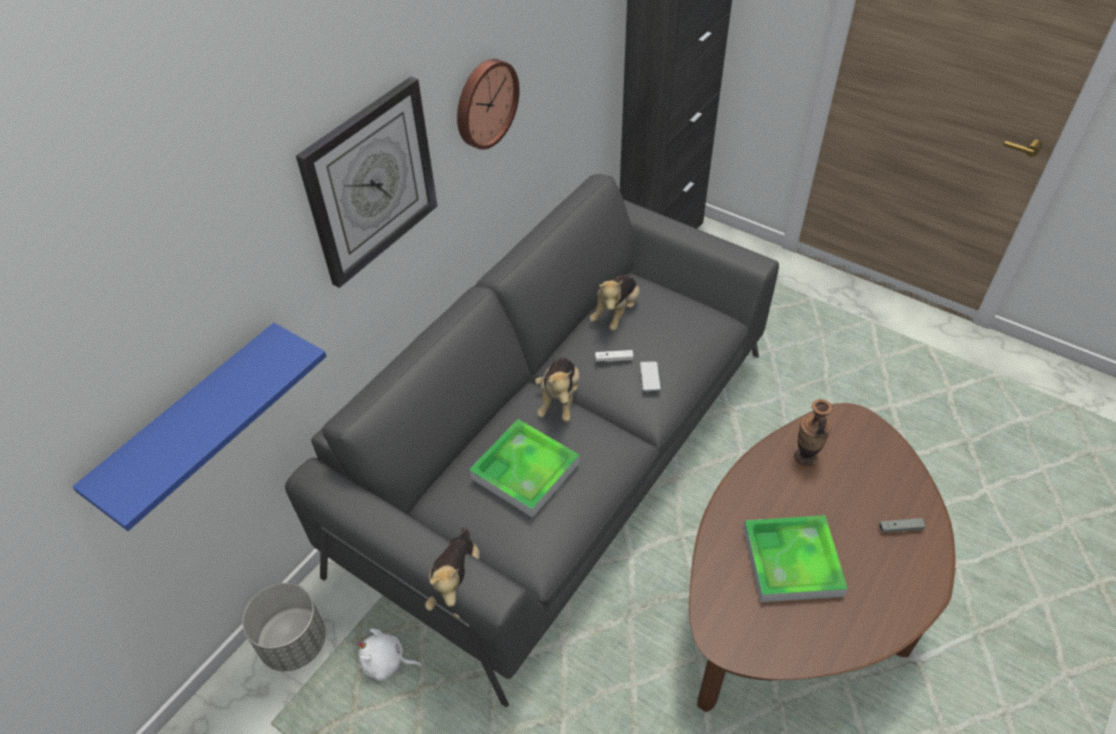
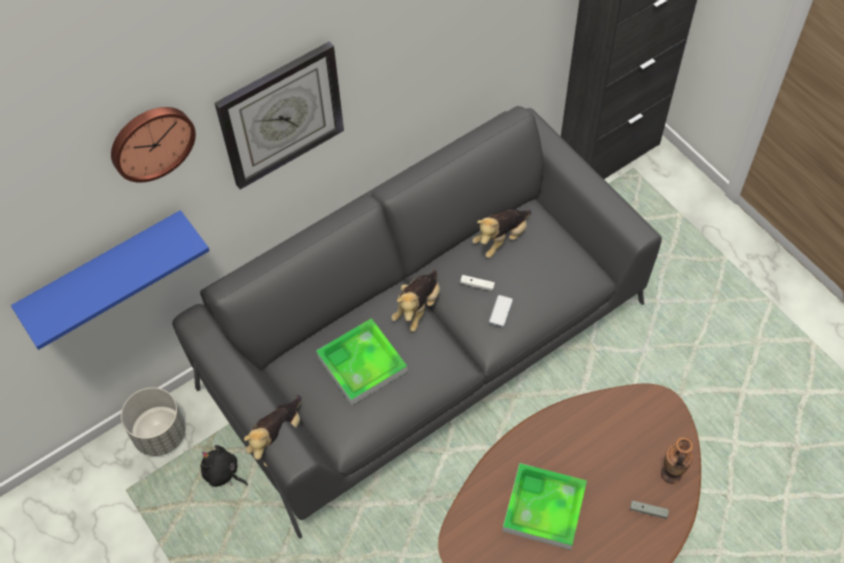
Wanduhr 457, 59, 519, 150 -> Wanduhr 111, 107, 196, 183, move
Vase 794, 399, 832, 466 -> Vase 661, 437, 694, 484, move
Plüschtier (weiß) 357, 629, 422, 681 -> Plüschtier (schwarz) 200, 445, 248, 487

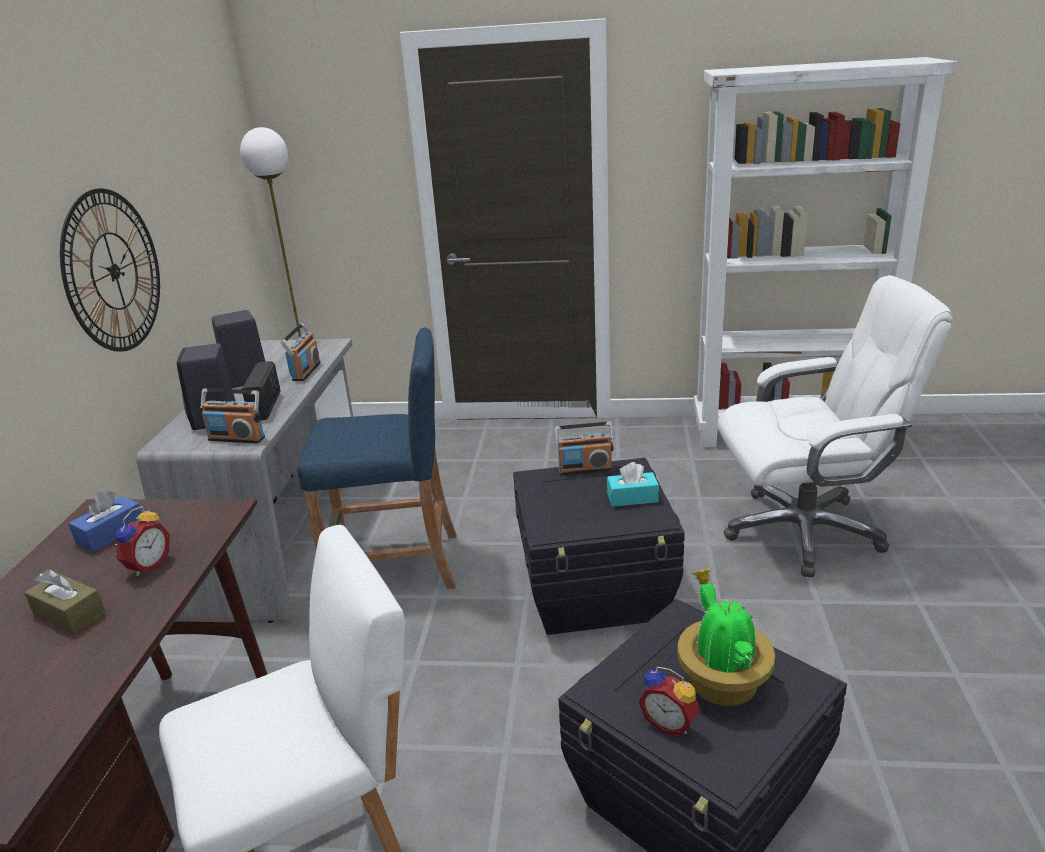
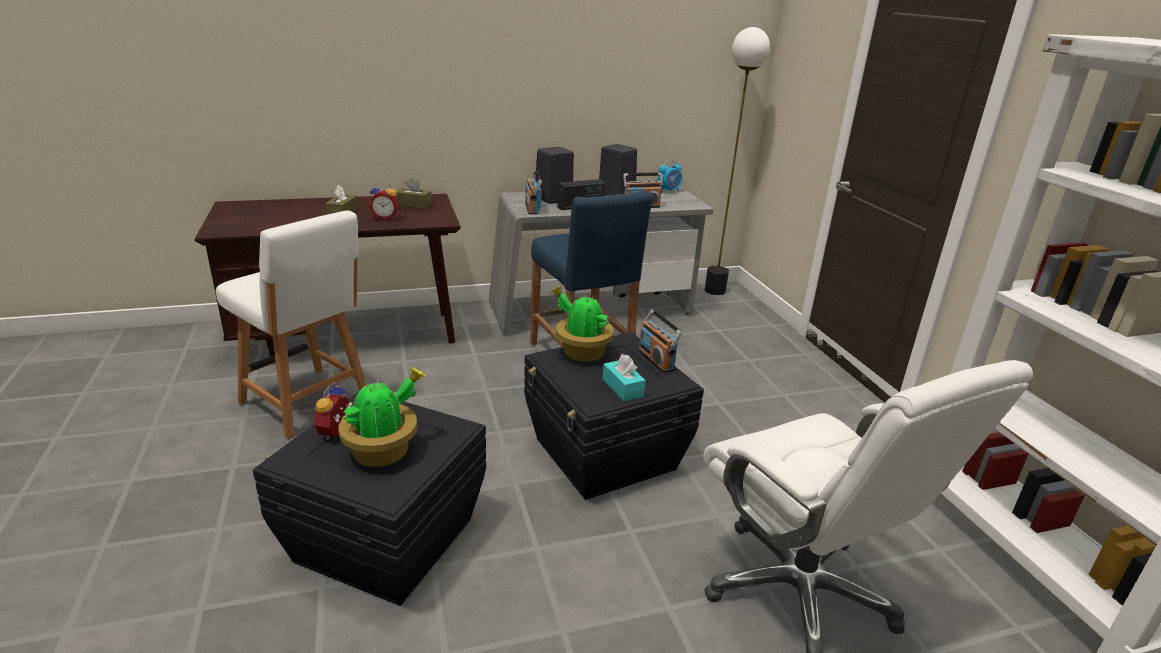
Wanduhr 60, 188, 160, 352 -> none
none -> Topfpflanze 550, 285, 614, 362
none -> Wecker 658, 160, 682, 193
Taschentuchbox (blau) 68, 491, 142, 553 -> Taschentuchbox (braun) 396, 178, 432, 209

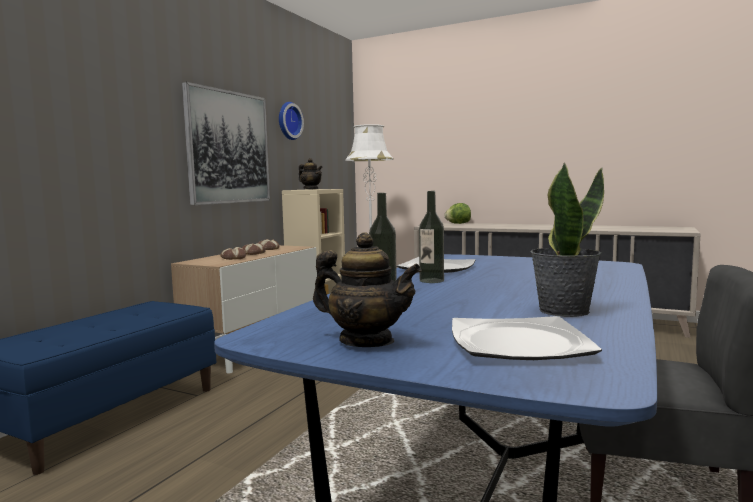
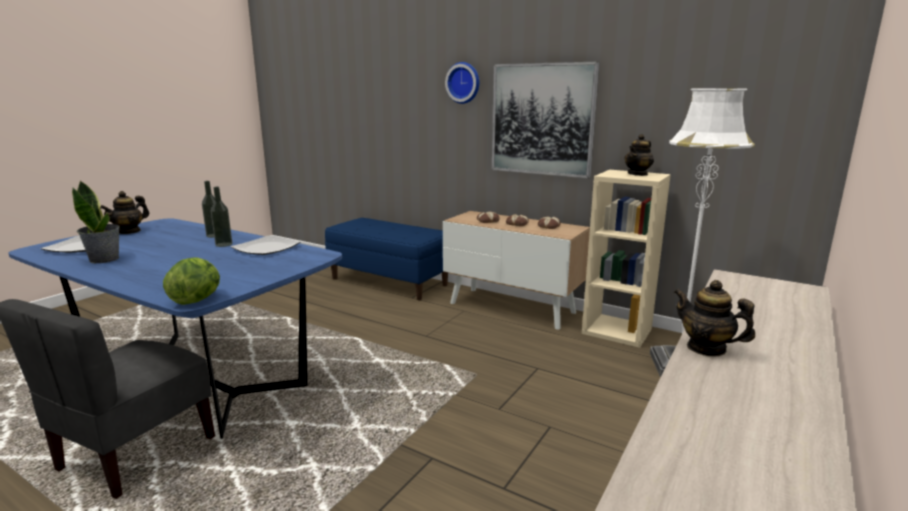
none -> Teekanne 674, 280, 755, 357
Wanduhr 279, 102, 304, 140 -> Wanduhr 445, 62, 479, 104, move
Salatkopf 445, 203, 471, 224 -> Salatkopf 163, 257, 220, 305, move

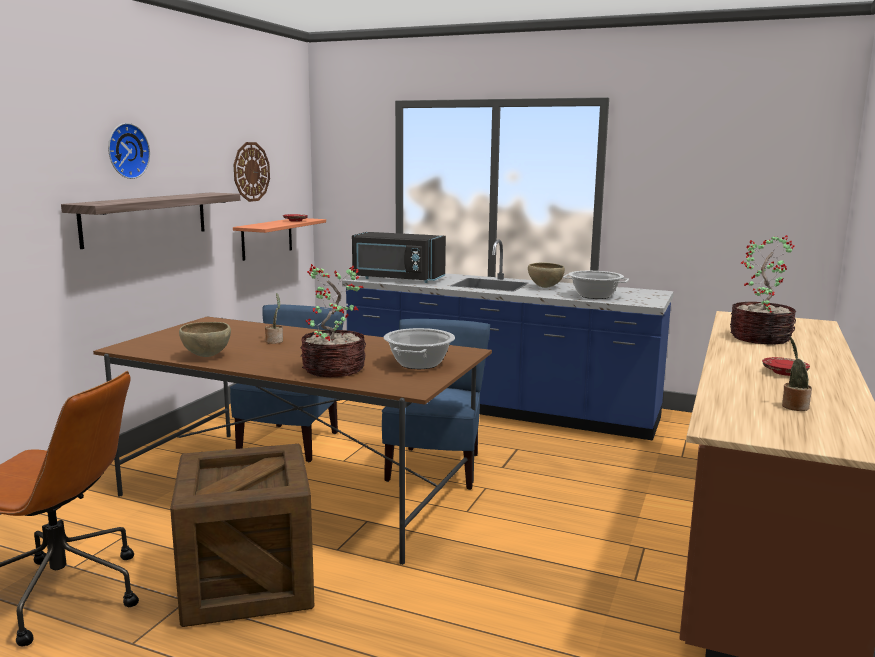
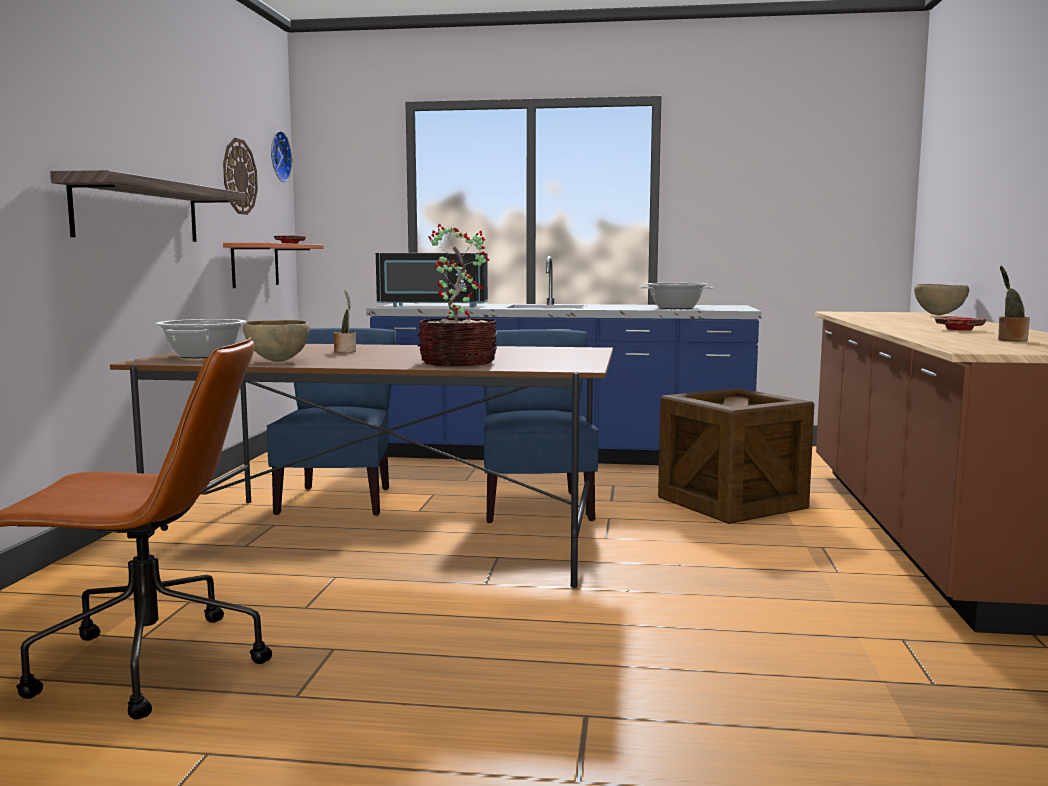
Topfpflanze 730, 235, 796, 345 -> none
Wanduhr 108, 123, 150, 179 -> Wanduhr 271, 131, 292, 182, move
Kiste 170, 444, 314, 627 -> Kiste 658, 388, 814, 524, move
Kochtopf 384, 328, 455, 369 -> Kochtopf 155, 319, 246, 358, move
Schüssel (braun) 528, 263, 565, 288 -> Schüssel (braun) 914, 284, 969, 315, move

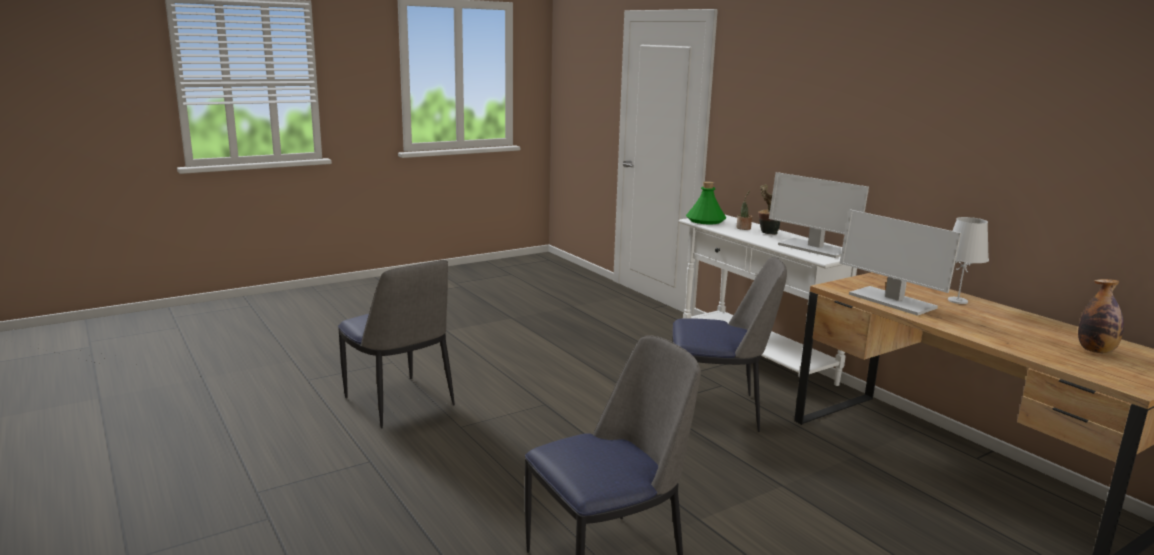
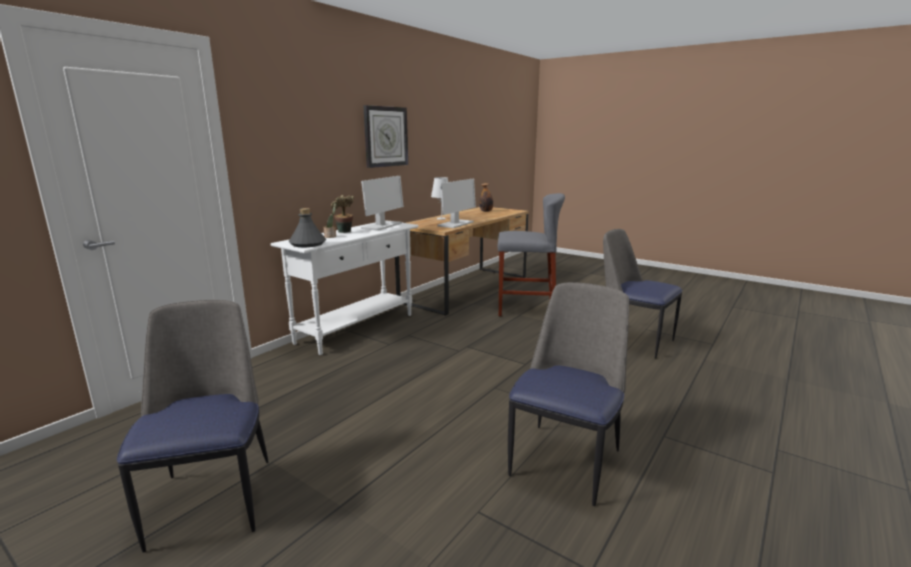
none -> Wanduhr 363, 105, 408, 168
none -> Hocker (grau) 498, 193, 565, 316
Stuhl 672, 257, 787, 432 -> Stuhl 117, 300, 269, 553, move
Flasche (grün) 686, 181, 726, 224 -> Flasche (grau) 289, 208, 326, 247

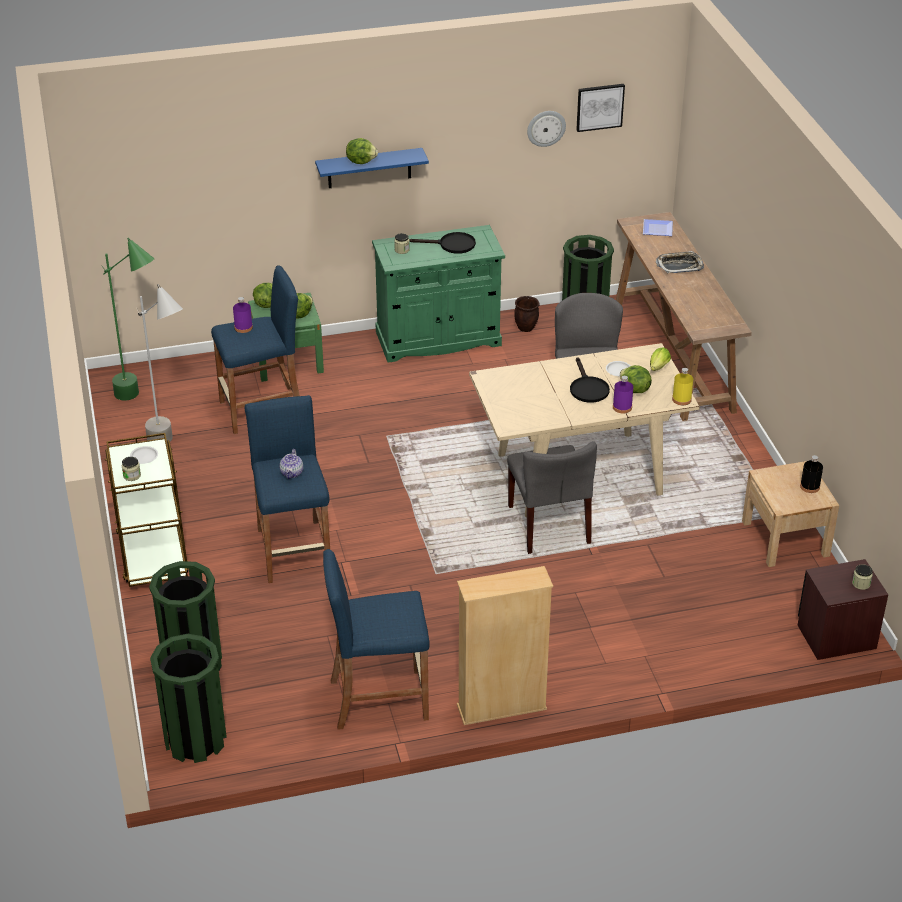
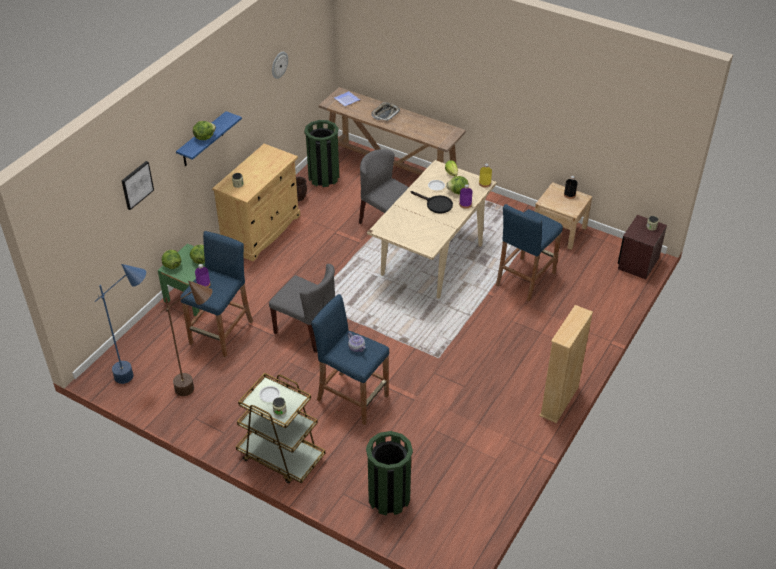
Mülleimer (grün) 150, 634, 227, 763 -> none
Pfanne (schwarz) 409, 232, 476, 254 -> none
Hocker (blau) 323, 549, 429, 730 -> Hocker (blau) 496, 204, 563, 301, move
Stuhl (grau) 507, 441, 597, 554 -> Stuhl (grau) 269, 264, 335, 353, move
Bild 576, 84, 625, 132 -> Bild 122, 161, 154, 210, move
Stehlampe (grün) 102, 238, 155, 401 -> Stehlampe (blau) 95, 264, 146, 384
Stehlampe (grau) 136, 284, 183, 444 -> Stehlampe (braun) 160, 281, 212, 396
Schrank (grün) 372, 225, 505, 363 -> Schrank (beige) 212, 144, 300, 261

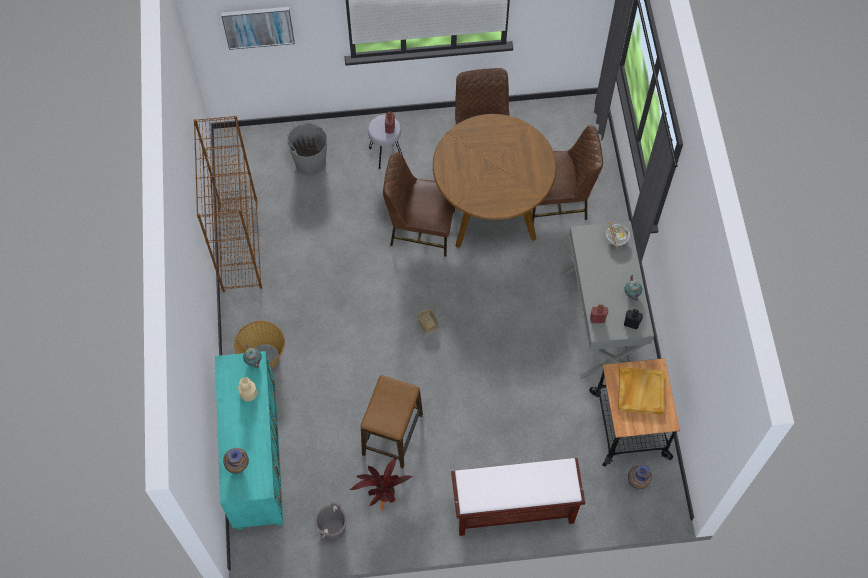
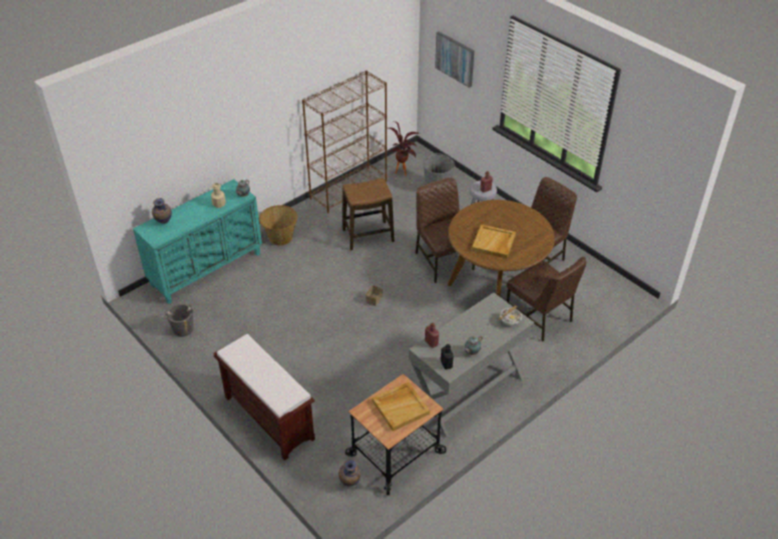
none -> Tablett (beige) 472, 225, 516, 259
Topfpflanze 350, 458, 412, 510 -> Topfpflanze 388, 121, 420, 176, move
Hocker 360, 375, 423, 468 -> Hocker 343, 178, 394, 250, move

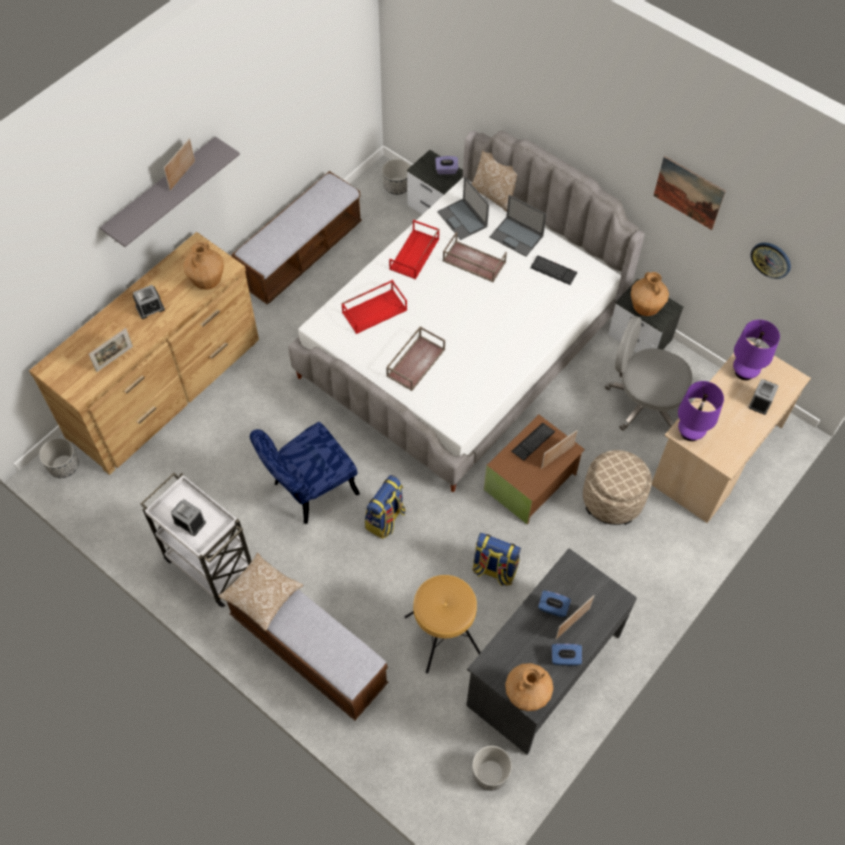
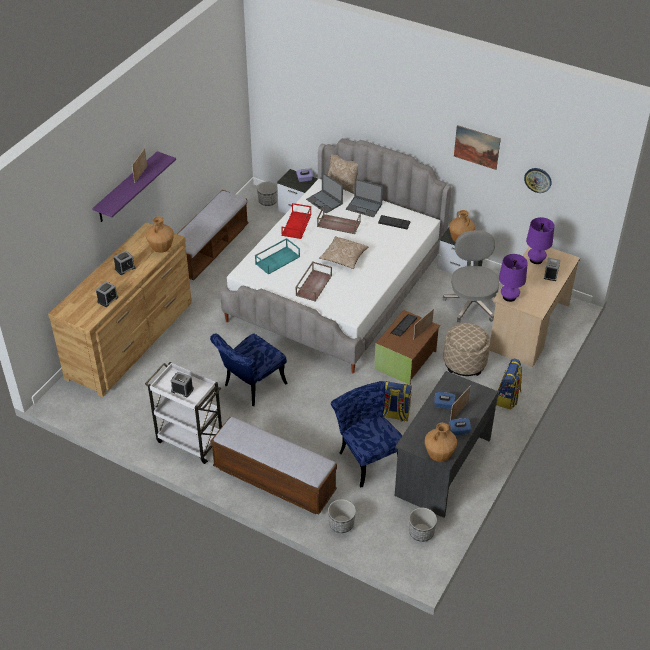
Pflanzkübel 39, 438, 79, 478 -> Pflanzkübel 328, 499, 356, 533, move
Kissen 218, 553, 303, 631 -> Kissen 319, 236, 369, 269, move
Rucksack 365, 475, 405, 539 -> Rucksack 496, 359, 522, 409, move
Bilderrahmen 89, 328, 133, 372 -> Wecker 96, 281, 118, 307
Hocker (braun) 405, 575, 481, 673 -> Stuhl (blau) 331, 381, 402, 488
Wandregal (grau) 100, 137, 240, 247 -> Wandregal (lila) 92, 151, 176, 222
Tablett (rot) 341, 280, 407, 334 -> Tablett (türkis) 255, 238, 300, 275
Bürostuhl (grau) 605, 316, 692, 431 -> Bürostuhl (grau) 442, 231, 499, 322, 75 degrees clockwise

